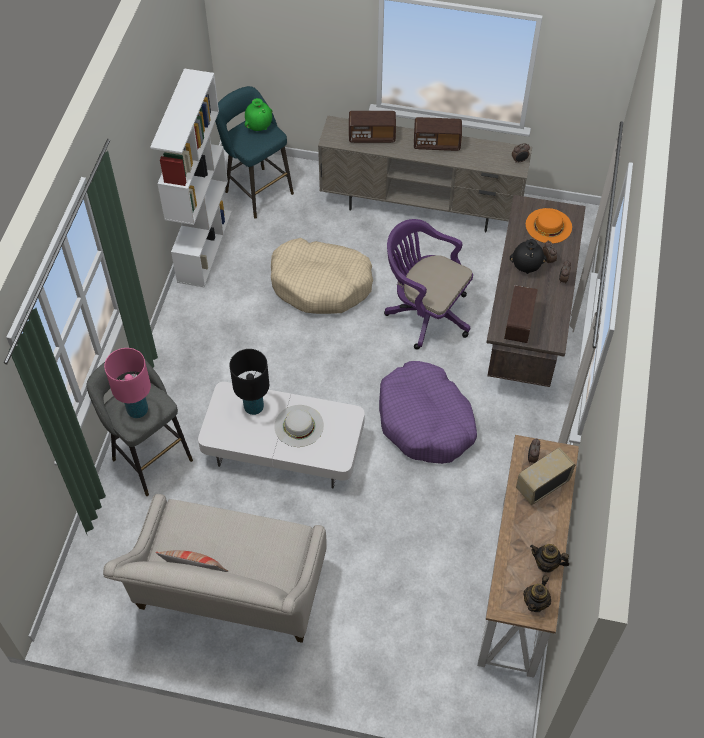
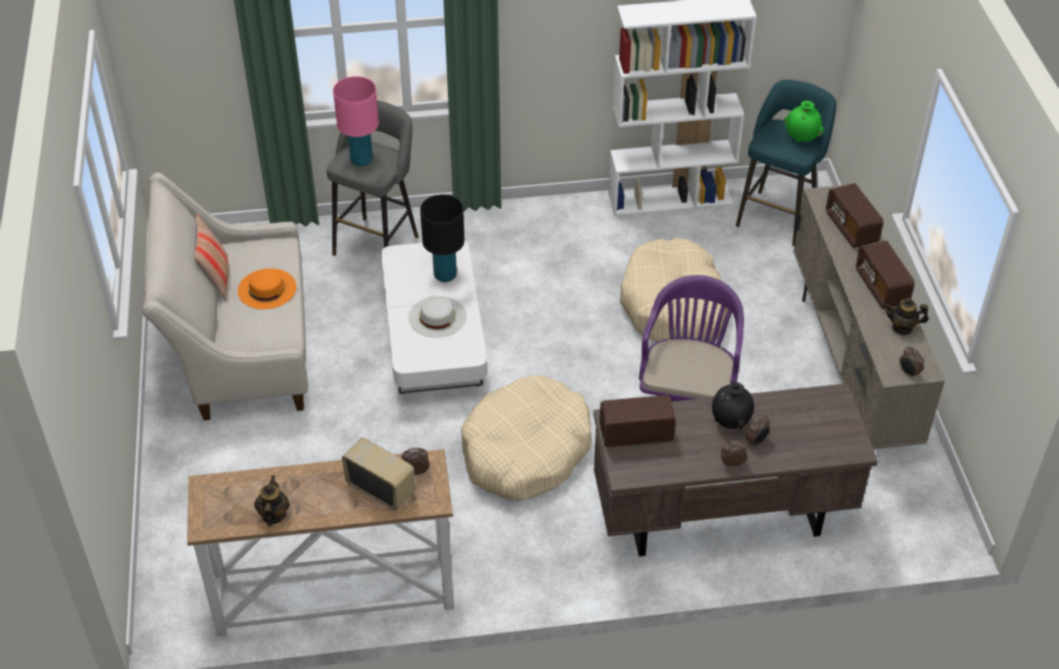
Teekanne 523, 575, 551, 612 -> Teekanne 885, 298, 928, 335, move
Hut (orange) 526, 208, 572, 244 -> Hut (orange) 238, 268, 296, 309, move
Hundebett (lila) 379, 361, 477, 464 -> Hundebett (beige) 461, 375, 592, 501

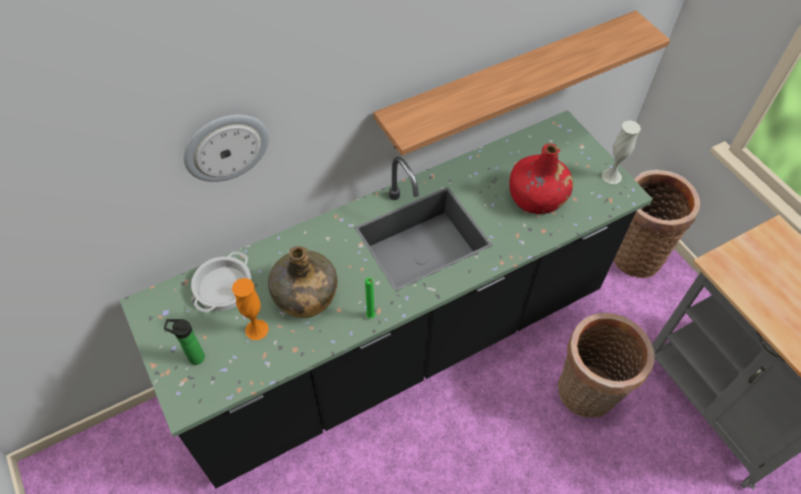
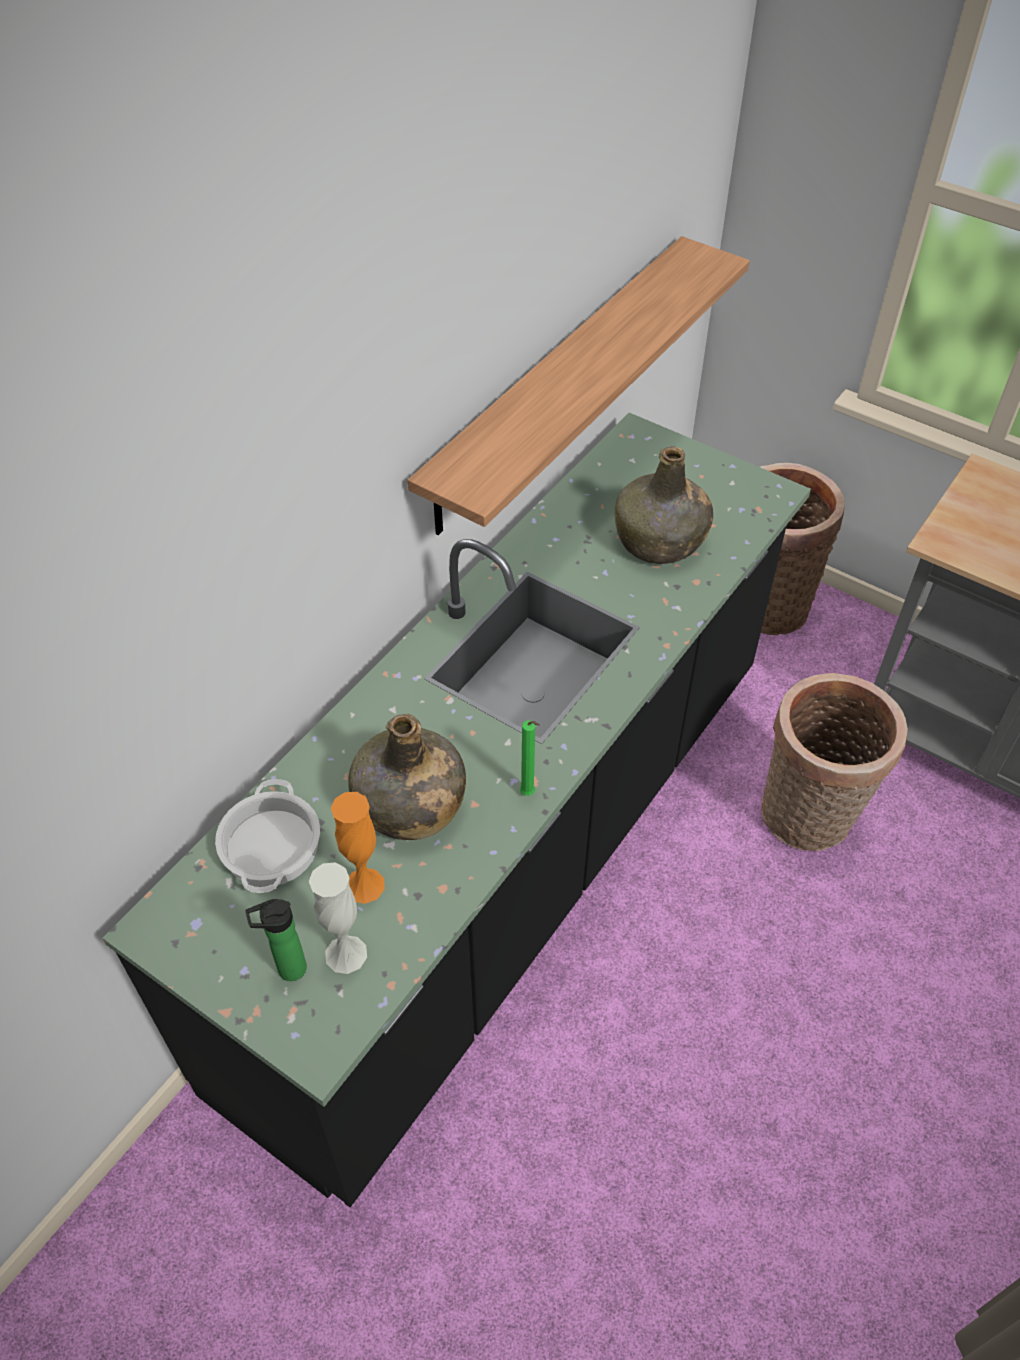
Wanduhr 184, 114, 269, 182 -> none
Vase (weiß) 602, 120, 641, 184 -> Vase (weiß) 309, 862, 367, 974, move
Flasche (rot) 509, 144, 573, 214 -> Flasche (grün) 615, 446, 713, 564

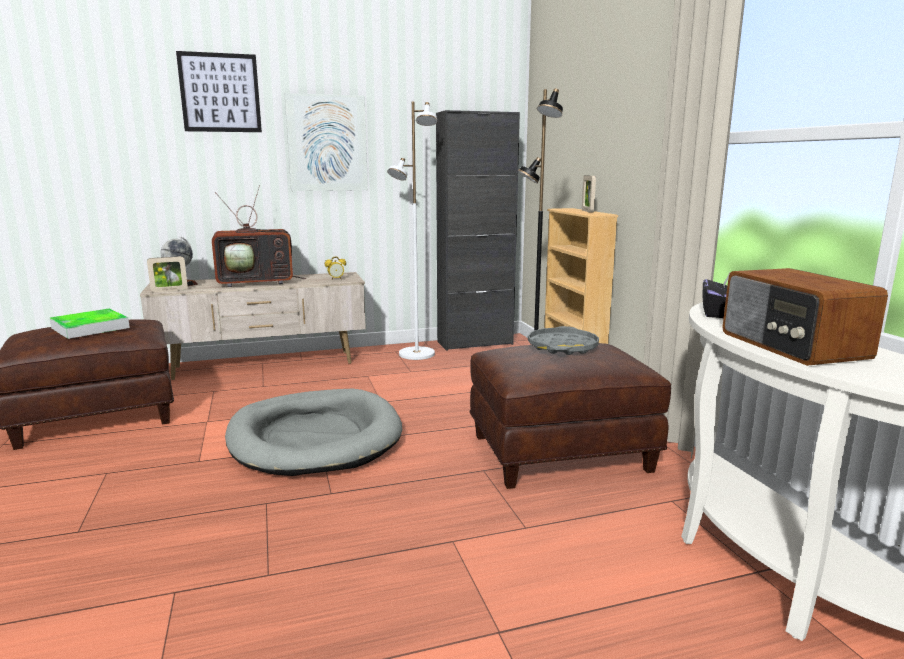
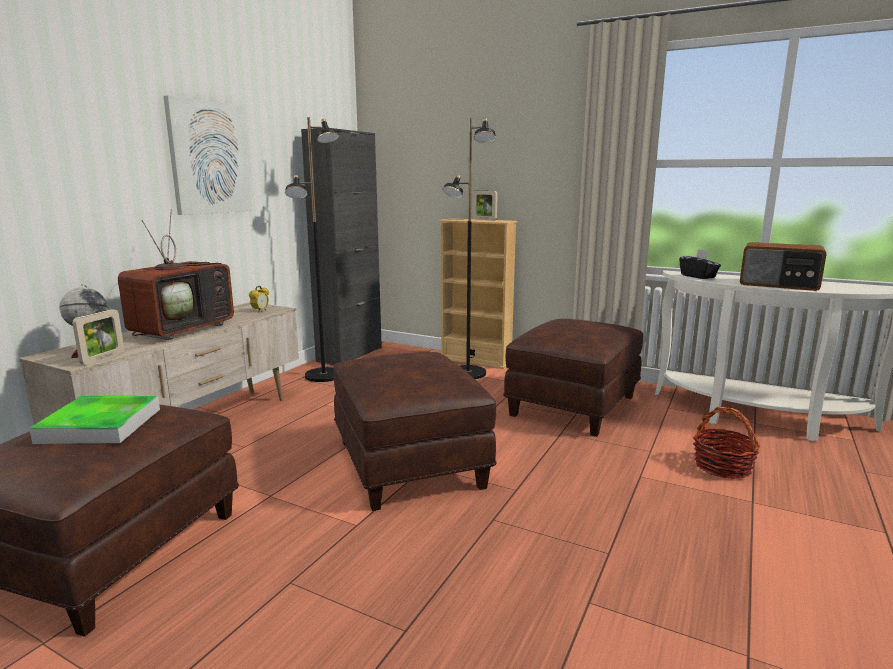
Bild 176, 51, 262, 132 -> none
Tablett (grau) 528, 326, 599, 355 -> none
none -> Korb 693, 407, 760, 479
Hundebett (grau) 225, 389, 402, 476 -> Polsterhocker (braun) 333, 352, 497, 511
Stehlampe (weiß) 387, 102, 438, 360 -> Stehlampe (schwarz) 285, 117, 339, 382

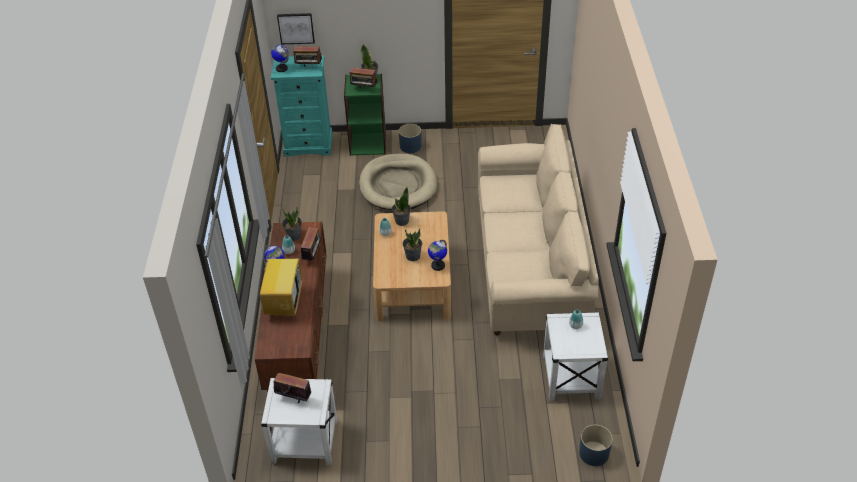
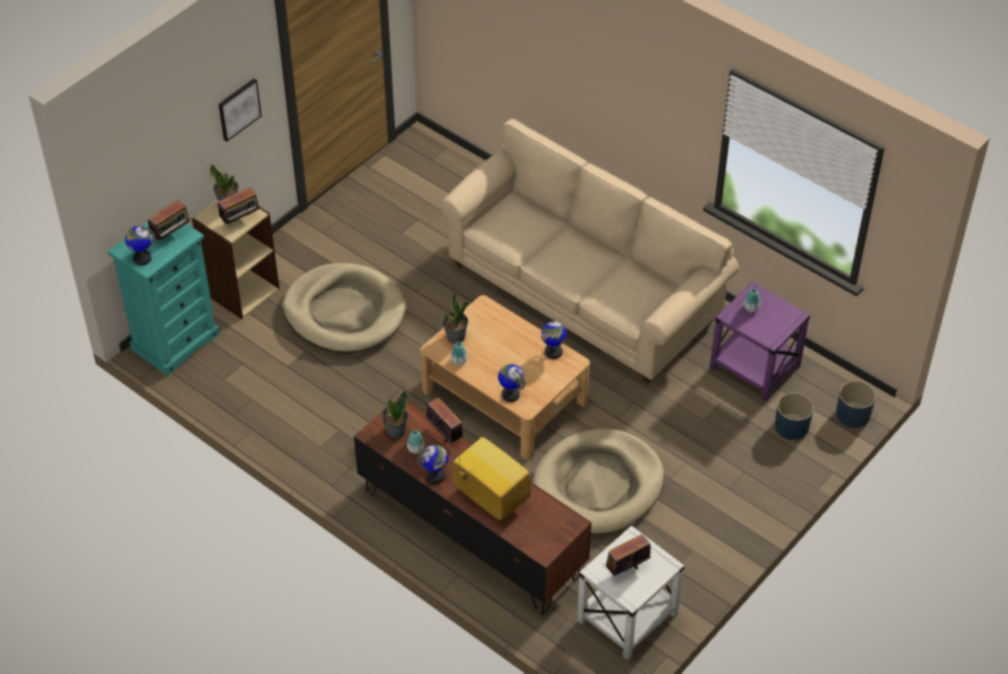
Topfpflanze 403, 229, 422, 261 -> none
none -> Globus 498, 364, 525, 402
none -> Hundebett (beige) 532, 428, 664, 534
Bild 277, 13, 315, 45 -> Bild 218, 79, 262, 142, move
Pflanzkübel (blau) 399, 124, 421, 153 -> Pflanzkübel (blau) 775, 393, 814, 440, move
Bücherregal (grün) 344, 74, 386, 156 -> Bücherregal (beige) 192, 200, 279, 319
Beistelltisch (weiß) 543, 312, 608, 401 -> Beistelltisch (lila) 710, 282, 810, 402

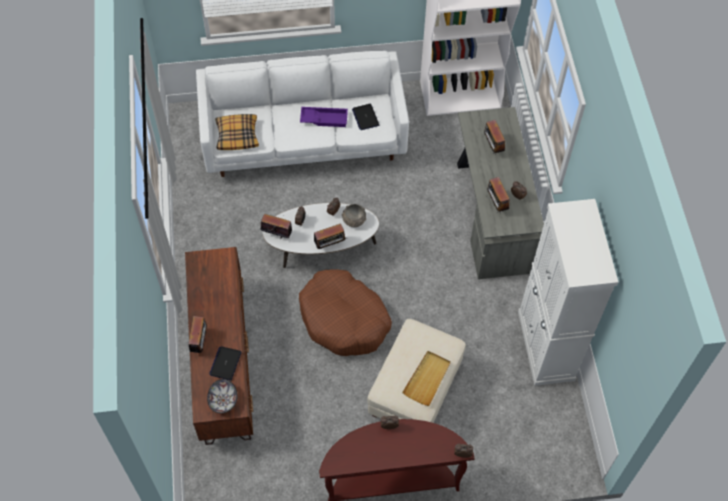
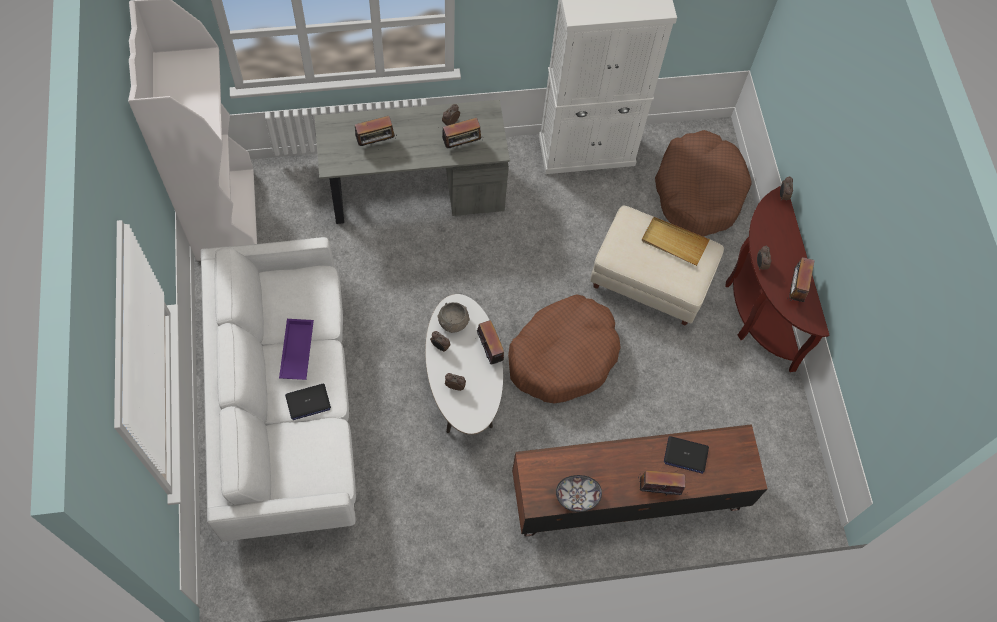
Kissen 215, 114, 259, 150 -> none
none -> Hundebett (braun) 655, 130, 752, 236
Schüssel 207, 379, 237, 413 -> Schüssel 556, 475, 602, 512, move
Radio 260, 214, 292, 239 -> Radio 789, 257, 815, 302, move
Laptop 352, 104, 379, 130 -> Laptop 285, 384, 331, 420, move

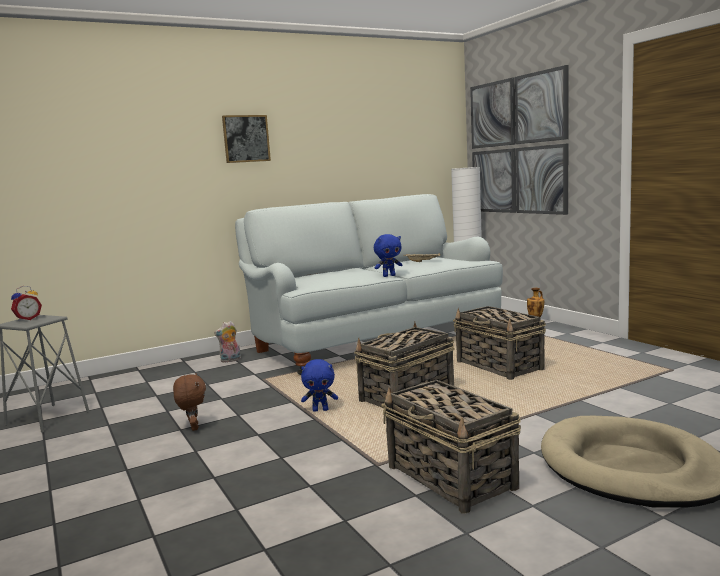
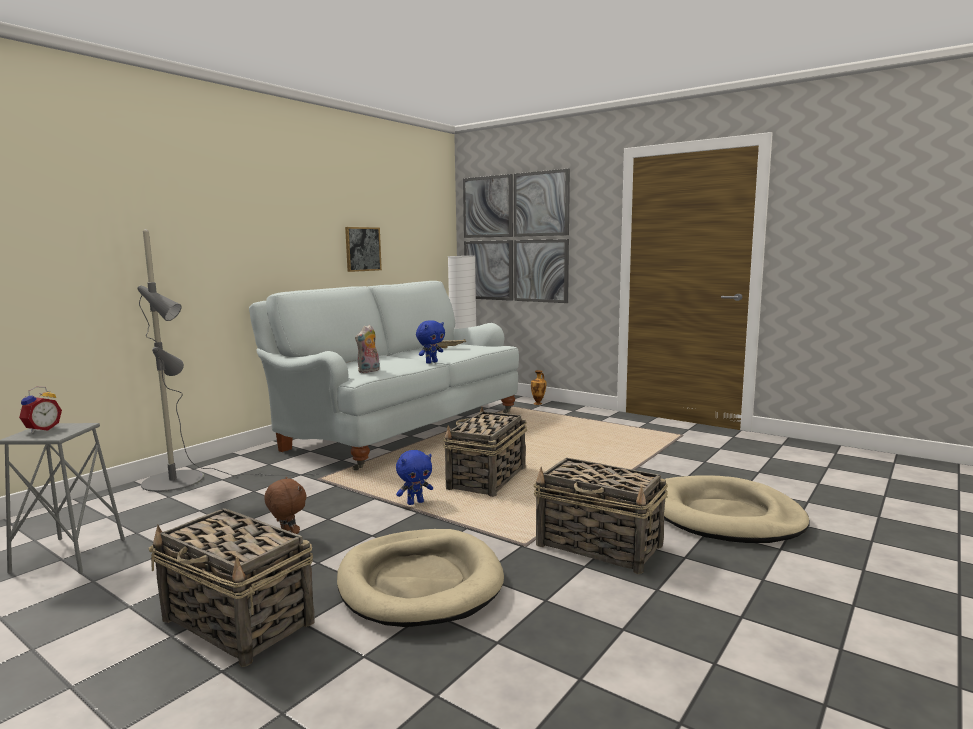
none -> Stehlampe (grau) 138, 229, 319, 492
none -> Hundebett (beige) 337, 529, 504, 627
Plüschtier 214, 321, 241, 363 -> Plüschtier 355, 325, 380, 373, move
Bild 222, 115, 271, 163 -> Bild 345, 227, 382, 272, move
Korb 453, 306, 546, 380 -> Korb 149, 508, 315, 667, move

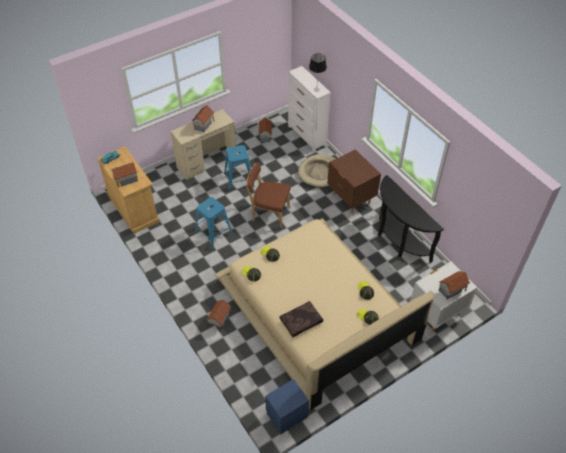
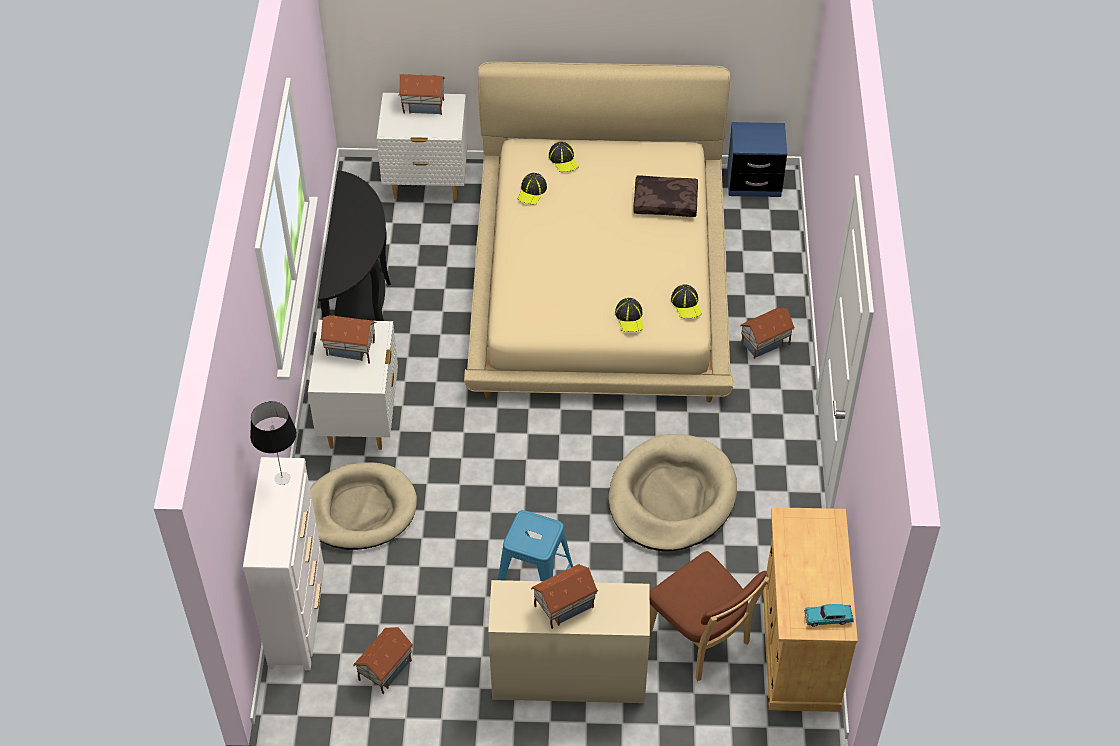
Spielzeughaus 111, 163, 138, 188 -> Spielzeughaus 320, 315, 376, 364, move
Stuhl (braun) 246, 162, 290, 228 -> Stuhl (braun) 650, 551, 769, 681, move
Hocker (blau) 195, 197, 233, 249 -> Hundebett (beige) 609, 434, 737, 551
Nachttisch (braun) 327, 149, 381, 213 -> Nachttisch (weiß) 308, 320, 398, 450

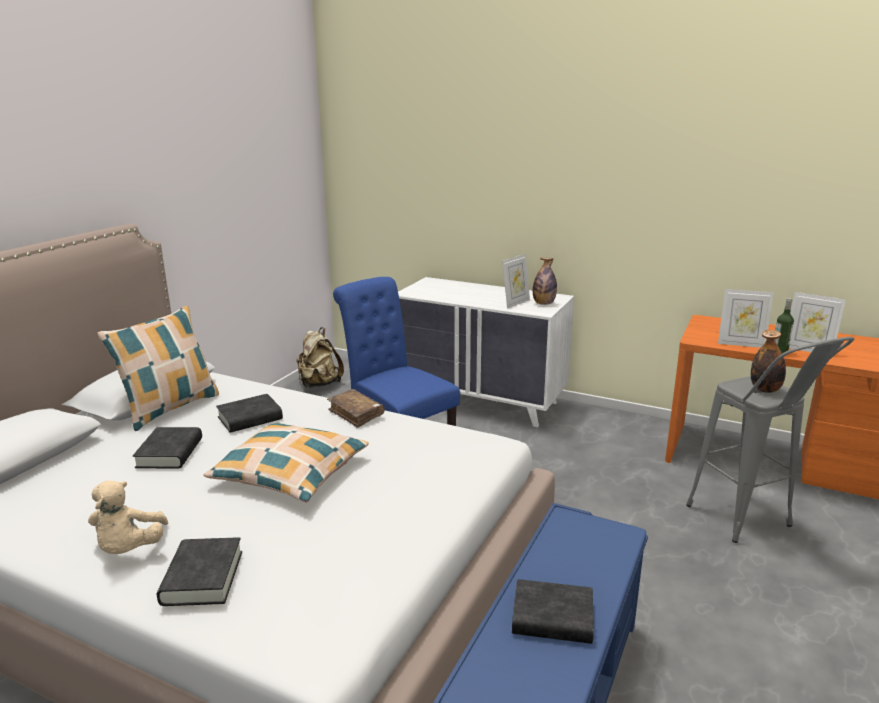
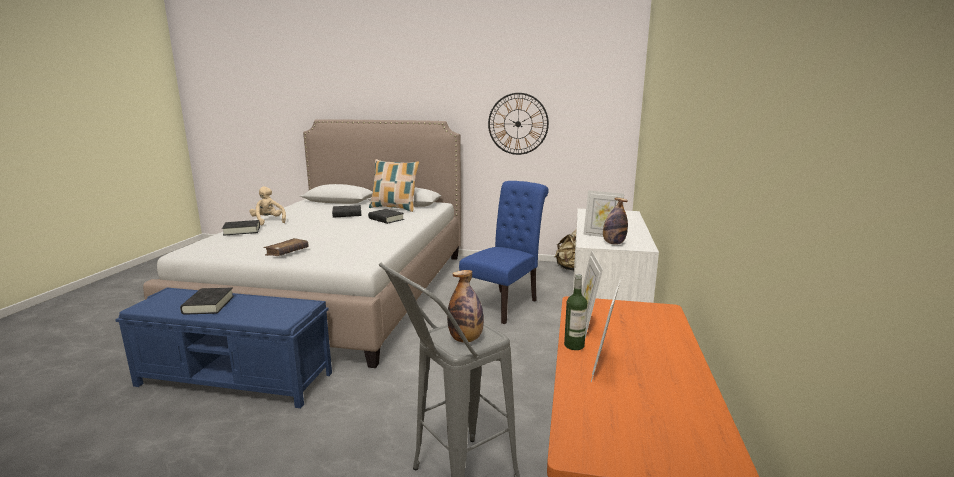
Kissen 203, 423, 369, 503 -> none
none -> Wanduhr 488, 93, 549, 155
Buch (braun) 327, 389, 385, 428 -> Buch (braun) 264, 238, 309, 256, move
Plüschtier (beige) 88, 480, 168, 554 -> Plüschtier (beige) 249, 186, 286, 225, 75 degrees clockwise

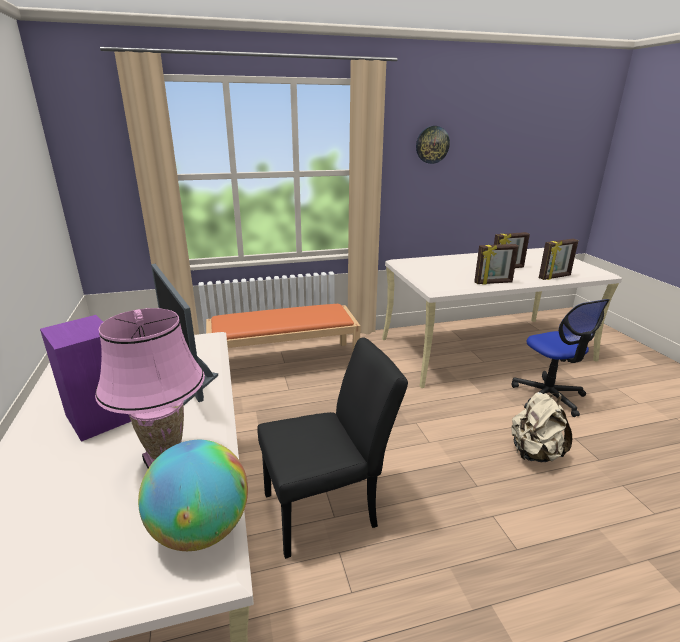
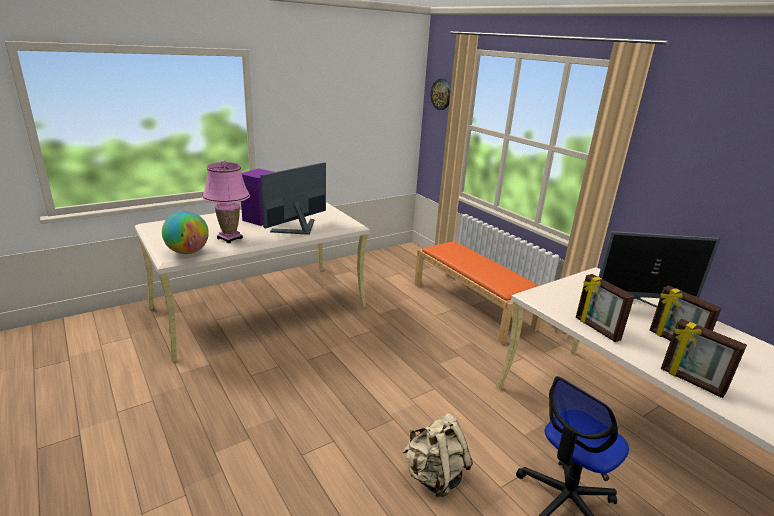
Stuhl (schwarz) 257, 338, 408, 559 -> none
none -> Monitor 599, 231, 721, 308
Wanduhr 416, 126, 450, 164 -> Wanduhr 431, 79, 451, 110, move

